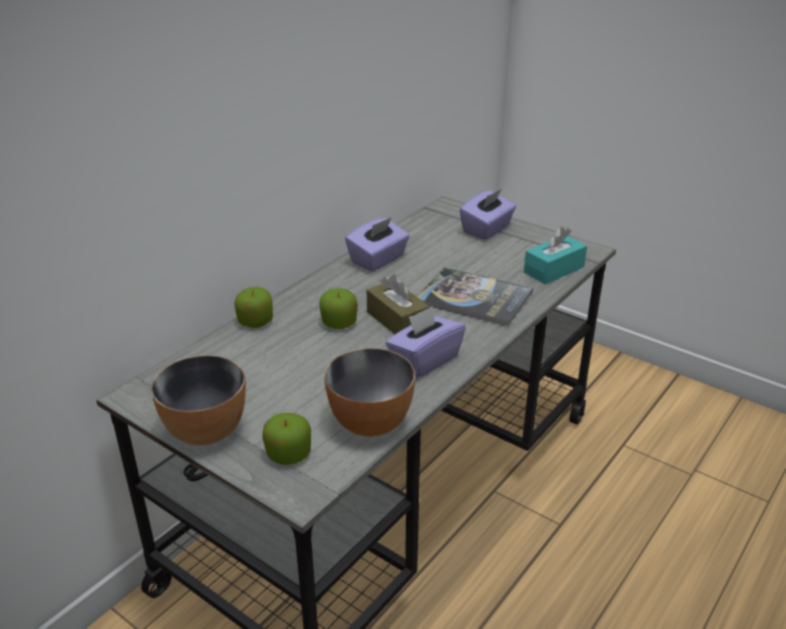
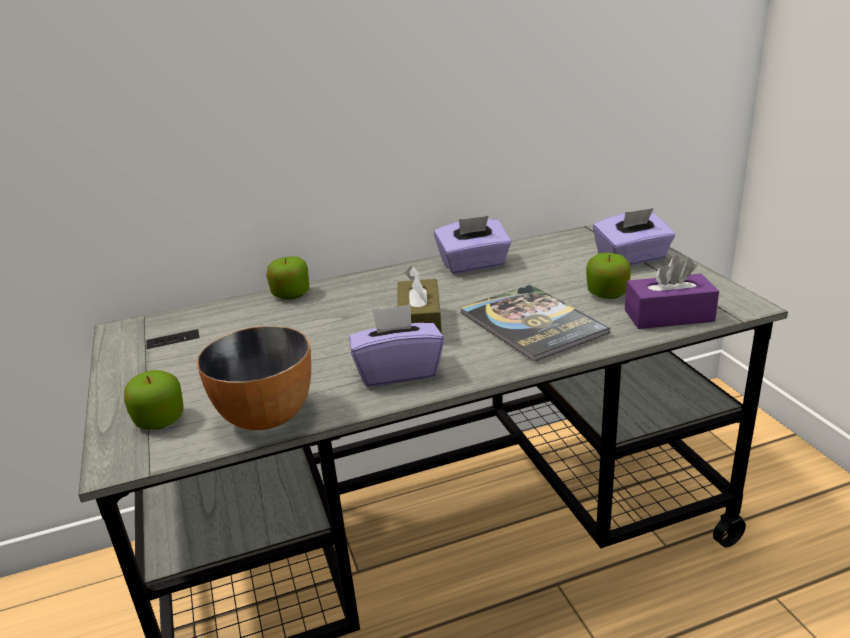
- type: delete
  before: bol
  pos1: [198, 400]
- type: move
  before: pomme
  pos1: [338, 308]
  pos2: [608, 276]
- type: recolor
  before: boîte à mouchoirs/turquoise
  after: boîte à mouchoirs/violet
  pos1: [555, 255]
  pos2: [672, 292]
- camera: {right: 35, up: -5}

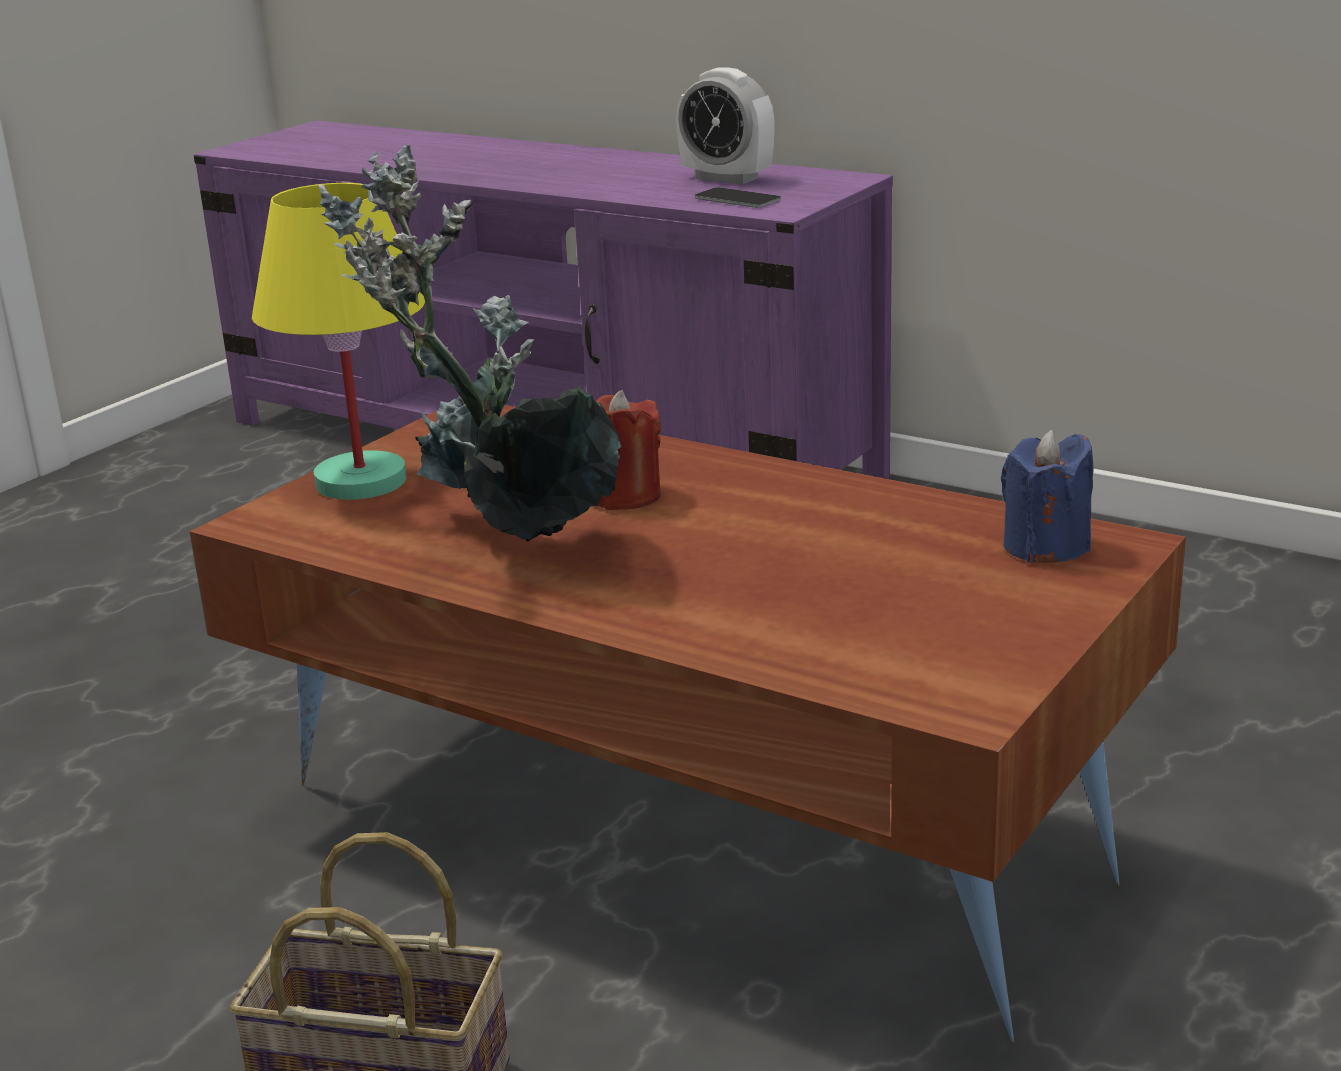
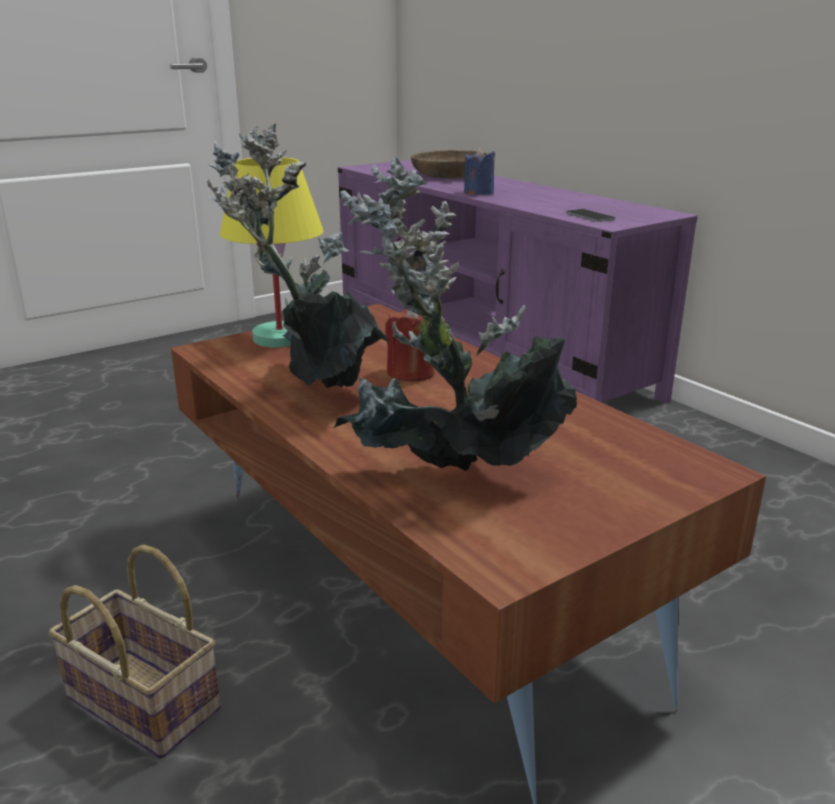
- type: delete
  before: réveil
  pos1: [725, 125]
- type: insert
  after: plante en pot
  pos2: [455, 314]
- type: insert
  after: bol/marron
  pos2: [449, 164]
- type: move
  before: bougie/bleu
  pos1: [1047, 496]
  pos2: [479, 171]
- camera: {right: 20, up: 0}

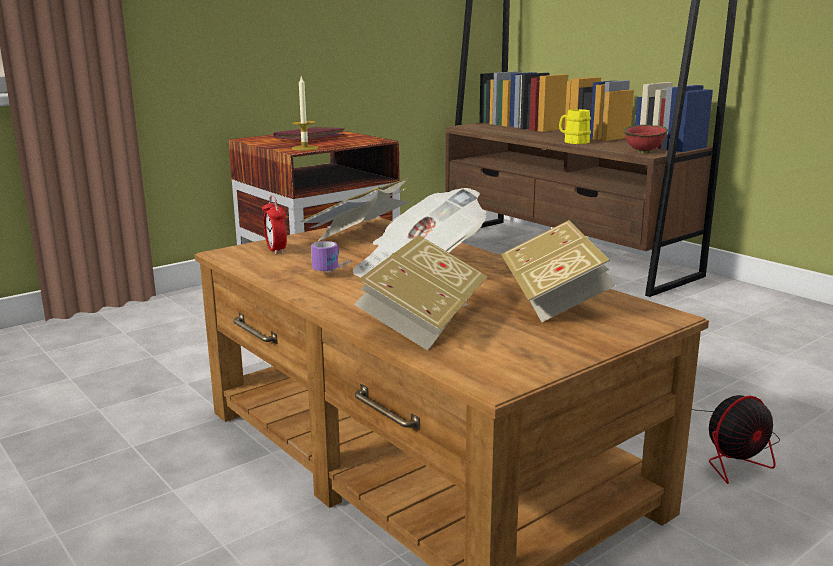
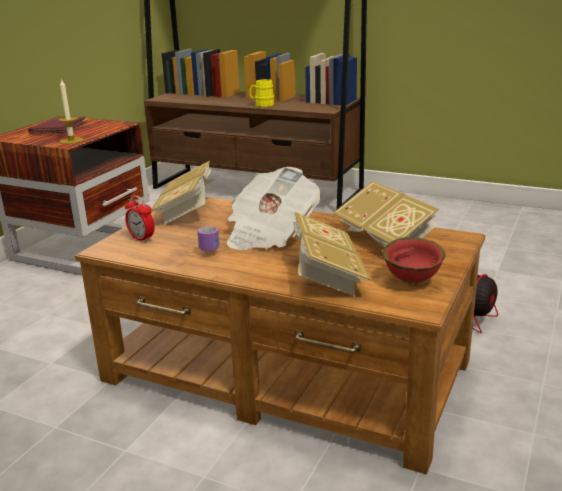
- type: move
  before: bol/rouge
  pos1: [646, 139]
  pos2: [414, 261]
- camera: {right: -25, up: 5}

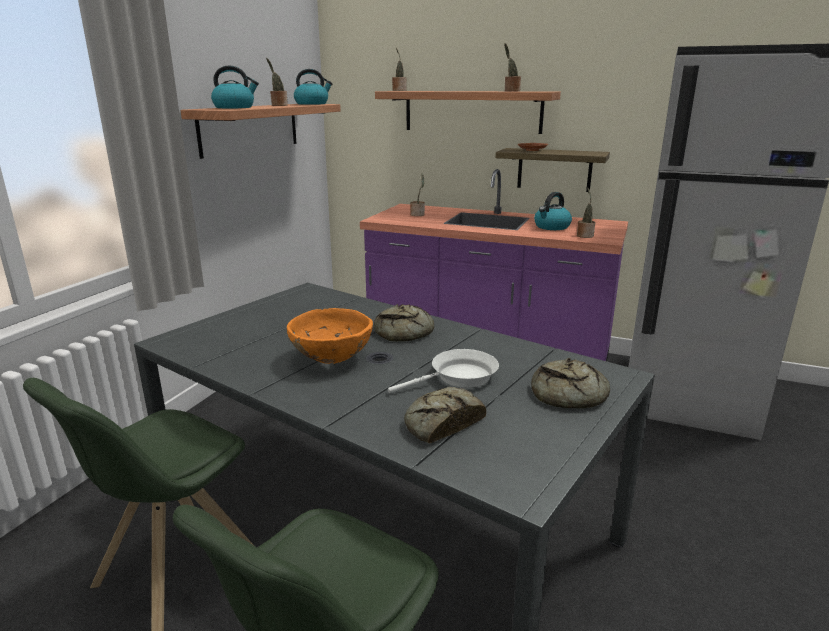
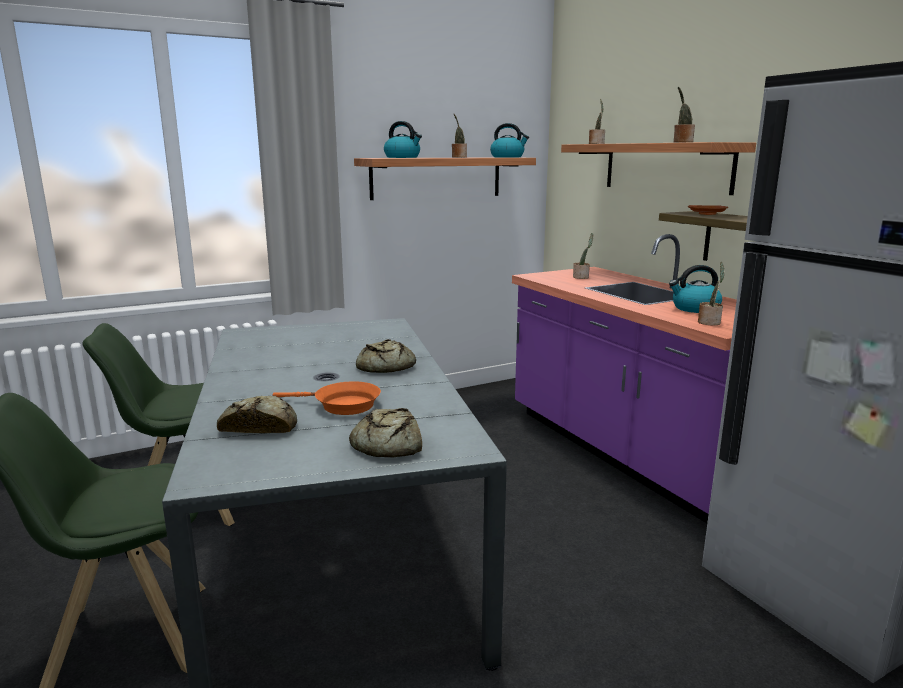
- type: delete
  before: bol/orange
  pos1: [330, 336]
- type: recolor
  before: poêle/blanc
  after: poêle/orange
  pos1: [443, 371]
  pos2: [326, 398]
- camera: {right: 40, up: -5}

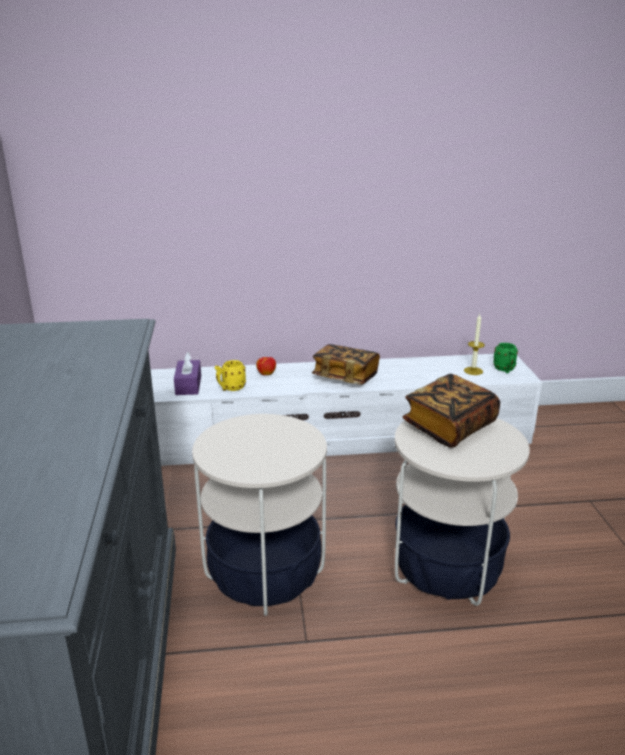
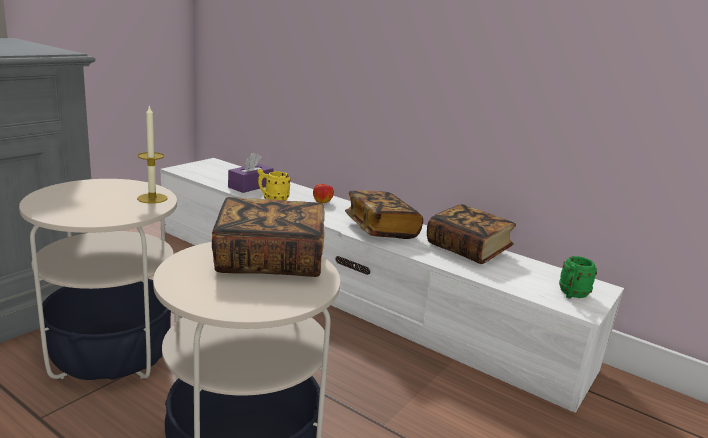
- type: insert
  after: livre
  pos2: [471, 234]
- type: move
  before: bougie
  pos1: [474, 344]
  pos2: [152, 154]
- camera: {right: 40, up: -5}

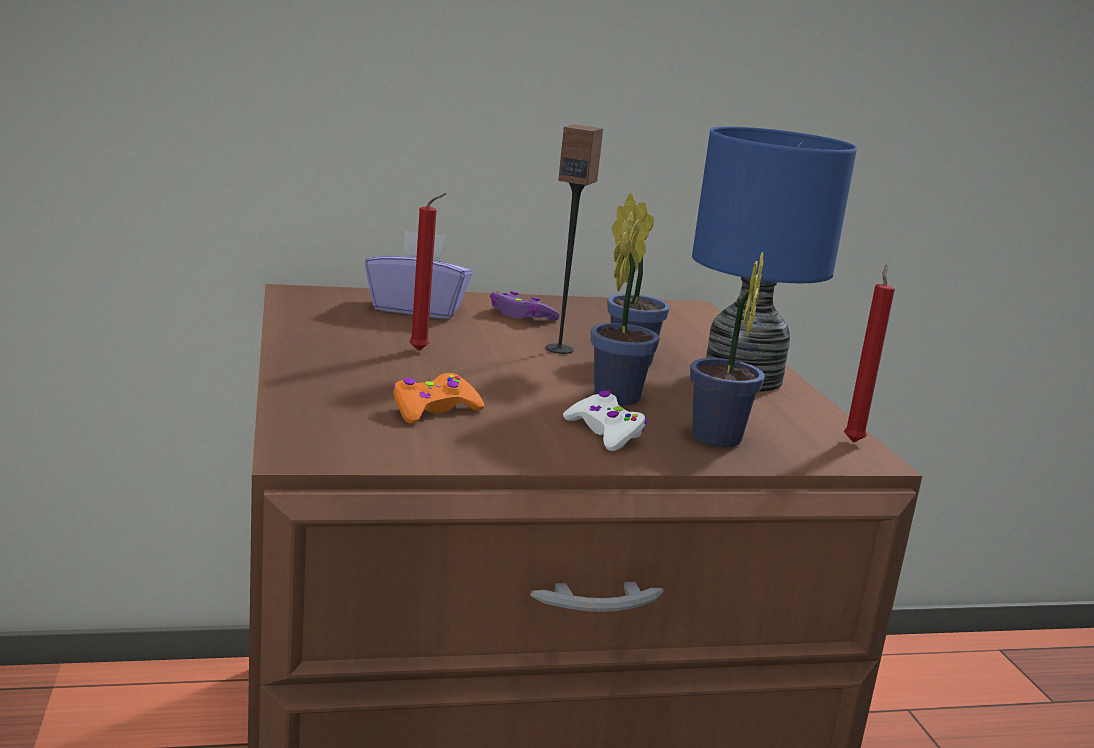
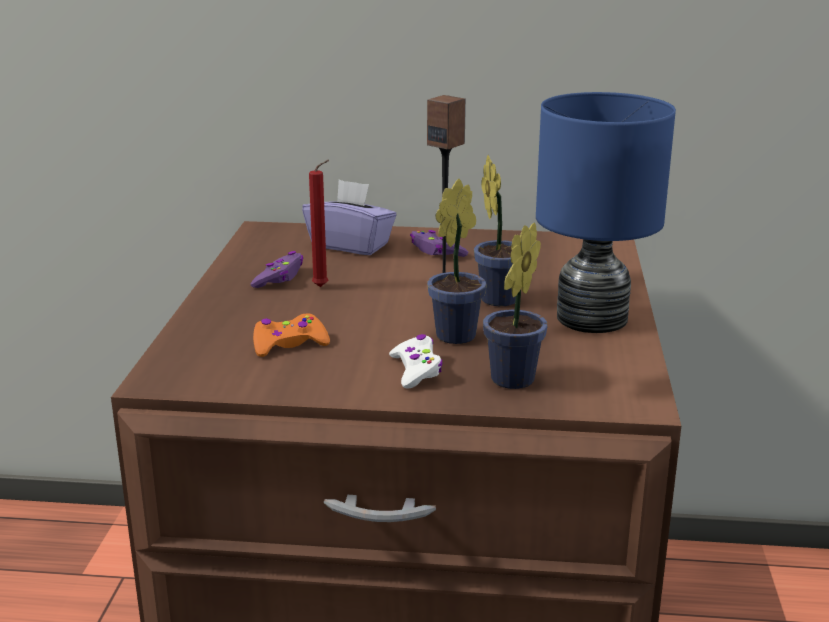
- type: delete
  before: bougie/rouge
  pos1: [869, 353]
- type: insert
  after: manette/violet
  pos2: [277, 269]
- camera: {right: 20, up: 5}

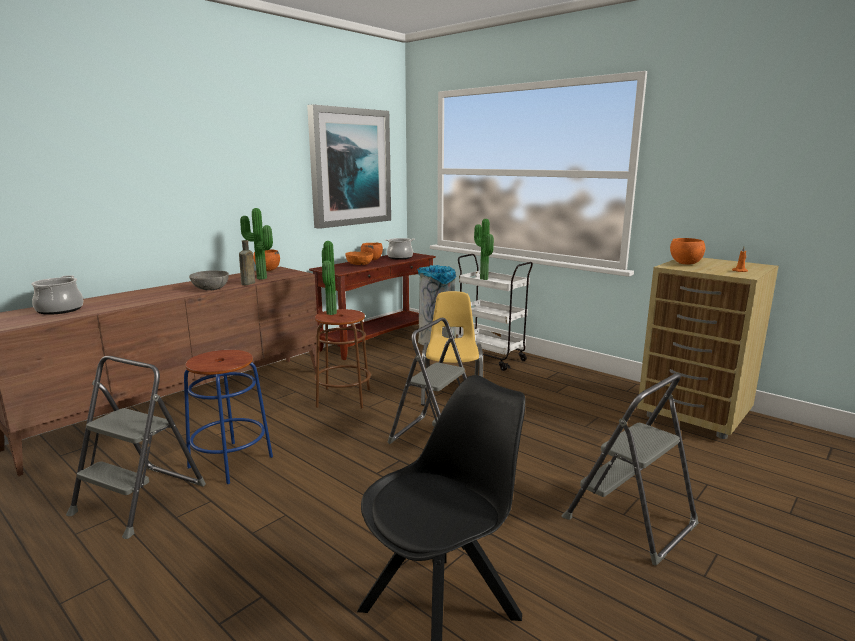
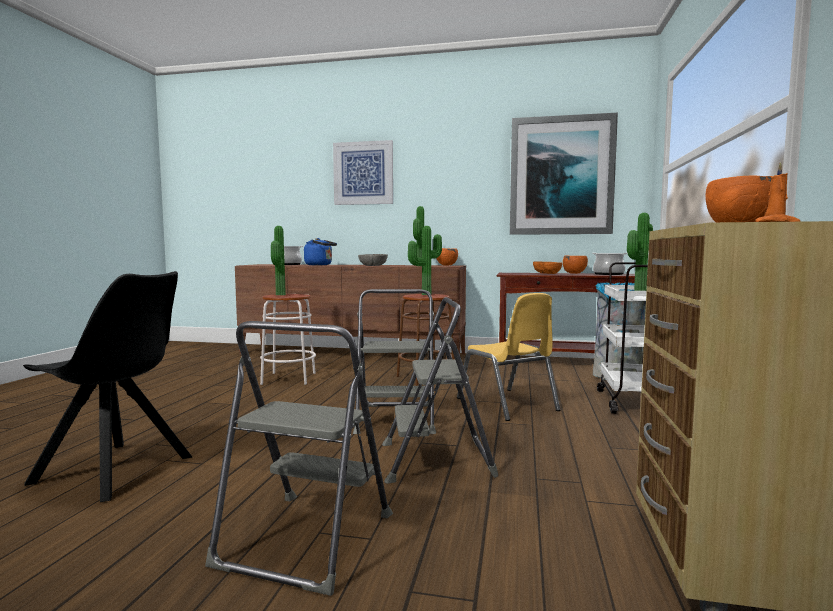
- type: delete
  before: bouteille/marron
  pos1: [247, 262]
- type: insert
  after: plante en pot
  pos2: [278, 260]
- type: insert
  after: bouilloire/bleu
  pos2: [320, 251]
- type: insert
  after: tableau
  pos2: [363, 172]
- type: move
  before: escabeau/gris
  pos1: [136, 447]
  pos2: [440, 390]
- type: recolor
  before: tabouret/bleu
  after: tabouret/blanc
  pos1: [228, 417]
  pos2: [288, 339]
- type: rotate
  before: chaise/jaune
  pos1: [452, 348]
  pos2: [509, 357]
  turn: 90
- camera: {right: 60, up: -10}

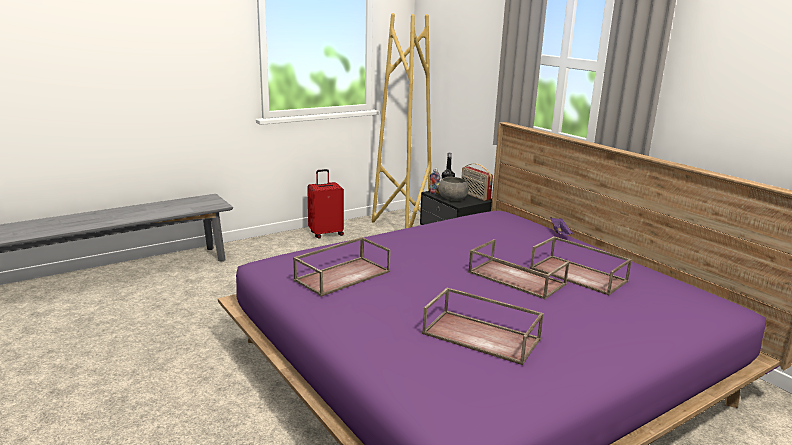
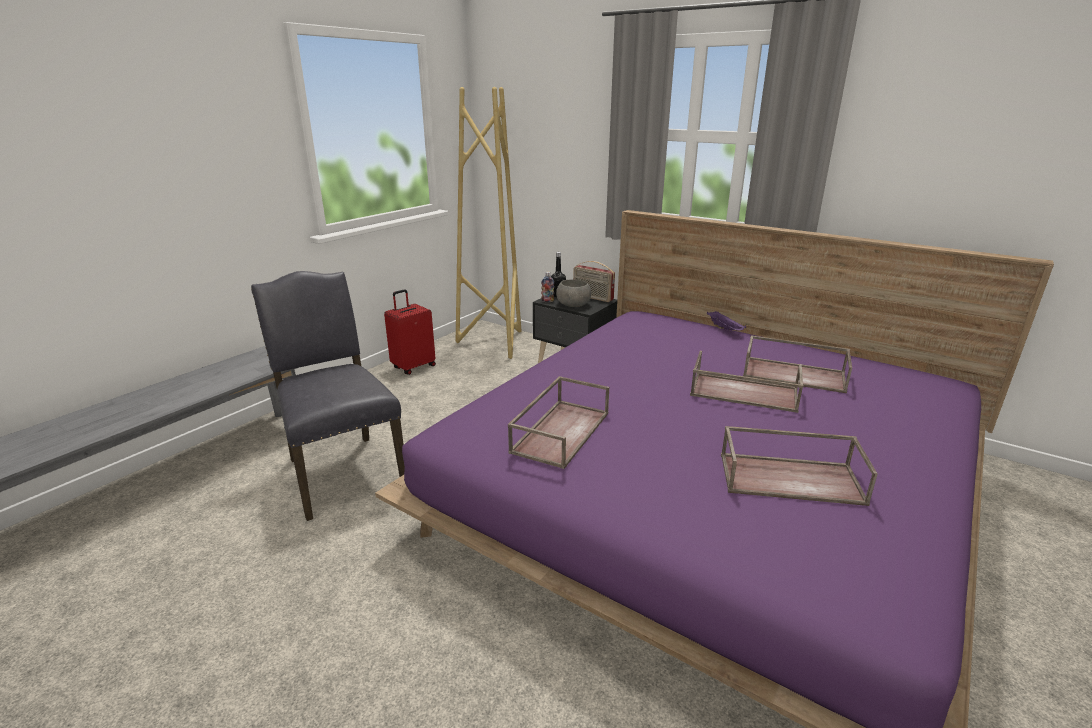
- type: insert
  after: chaise/gris
  pos2: [328, 396]
- camera: {right: -20, up: 5}

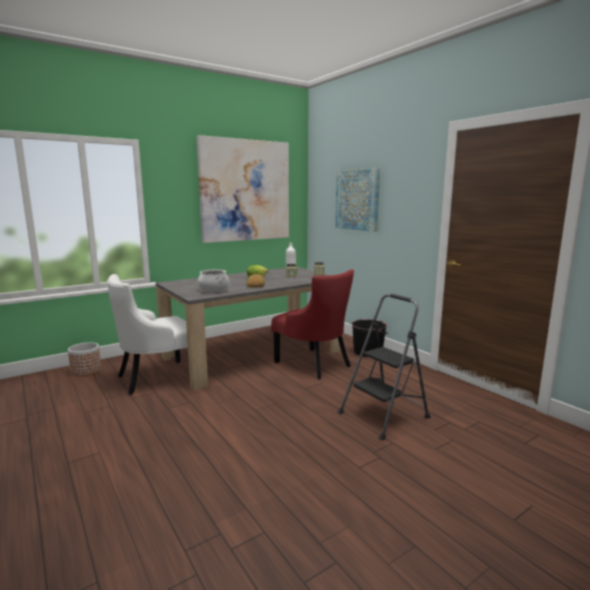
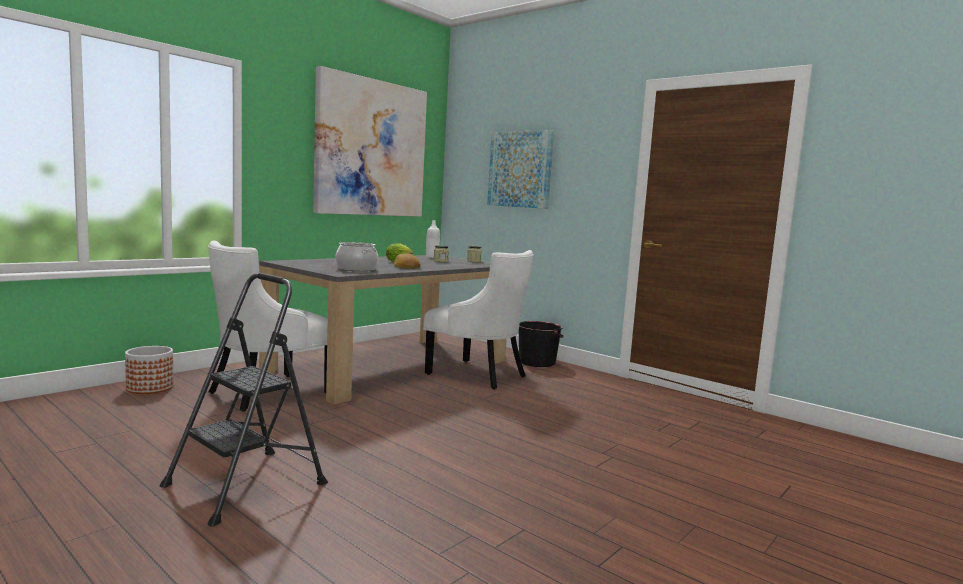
- type: move
  before: escabeau/noir
  pos1: [384, 367]
  pos2: [243, 400]
- type: recolor
  before: chaise/rouge
  after: chaise/blanc
  pos1: [312, 324]
  pos2: [478, 320]
- camera: {right: -15, up: -5}

